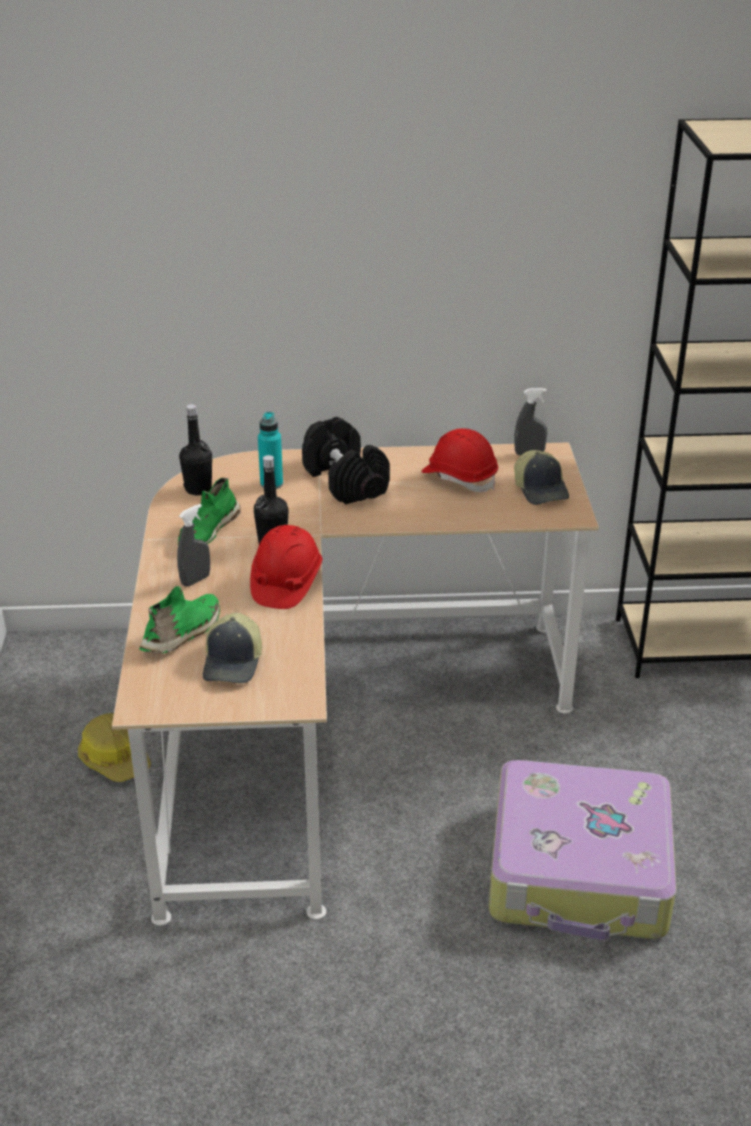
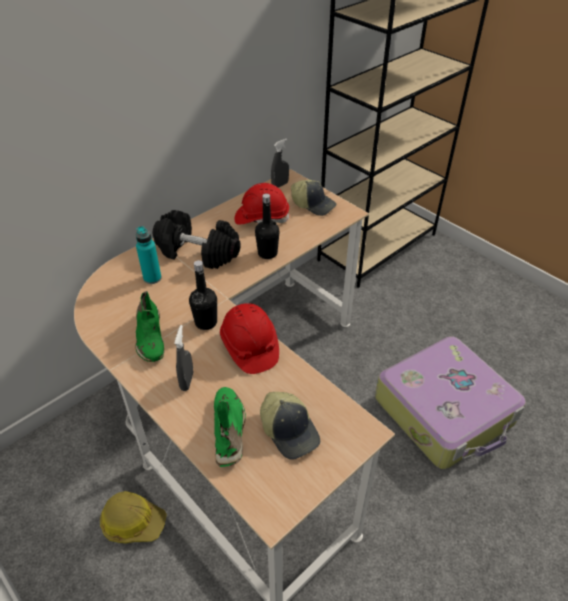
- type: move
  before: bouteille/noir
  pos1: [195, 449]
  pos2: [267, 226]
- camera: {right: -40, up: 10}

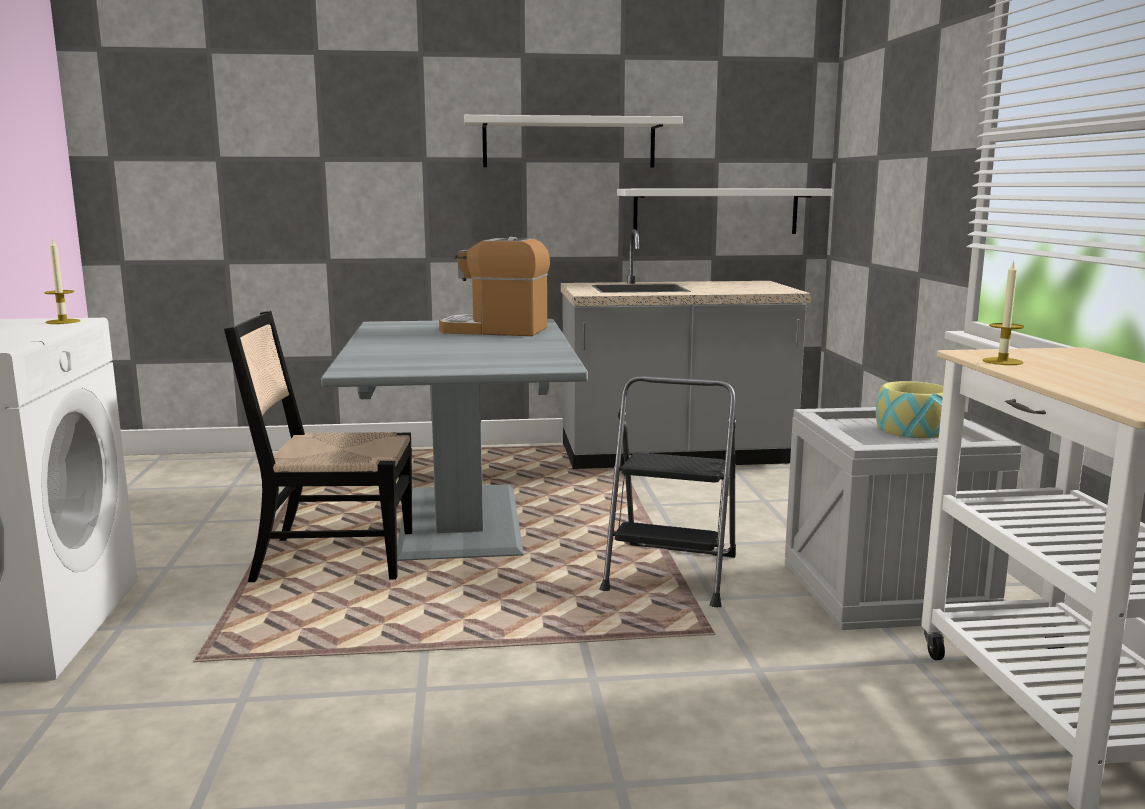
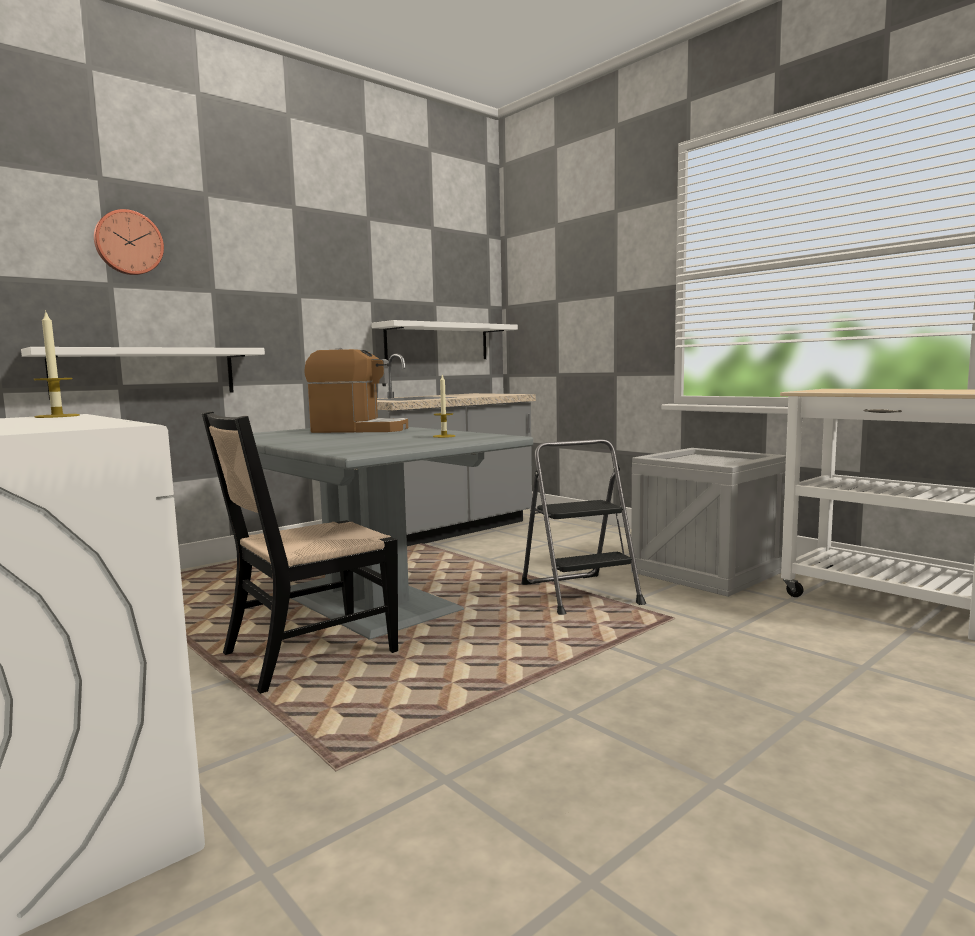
- type: delete
  before: bol
  pos1: [910, 409]
- type: insert
  after: horloge murale
  pos2: [129, 242]
- type: move
  before: étagère/blanc
  pos1: [573, 141]
  pos2: [143, 373]
- type: move
  before: bougie
  pos1: [1003, 312]
  pos2: [444, 406]
- type: rotate
  before: machine à café
  pos1: [494, 286]
  pos2: [356, 390]
  turn: -150
- camera: {right: -35, up: -5}

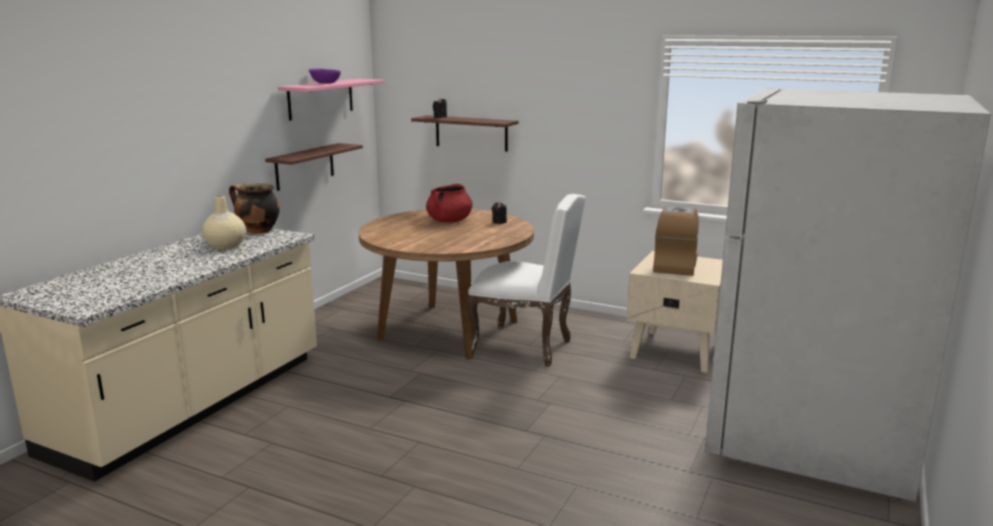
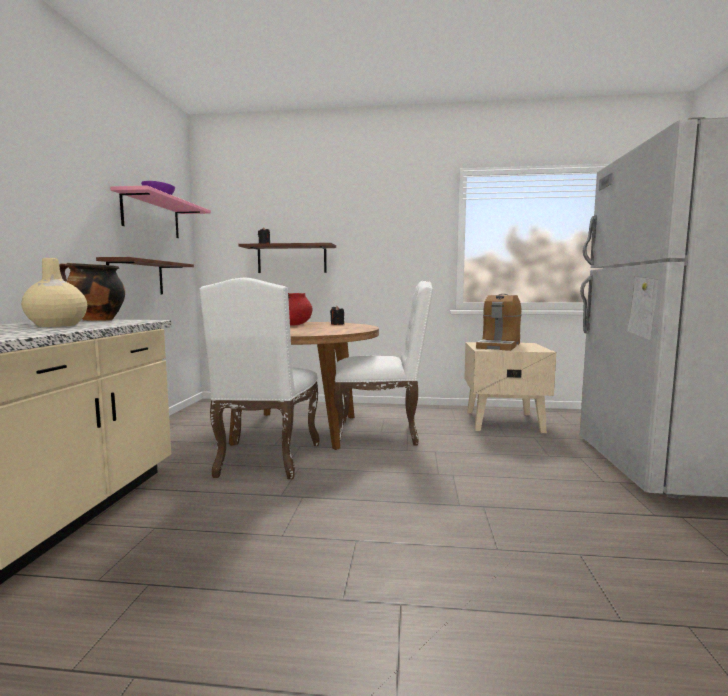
- type: insert
  after: chaise/blanc
  pos2: [259, 378]
- type: rotate
  before: machine à café
  pos1: [676, 240]
  pos2: [499, 322]
  turn: -150
- camera: {right: -20, up: -10}

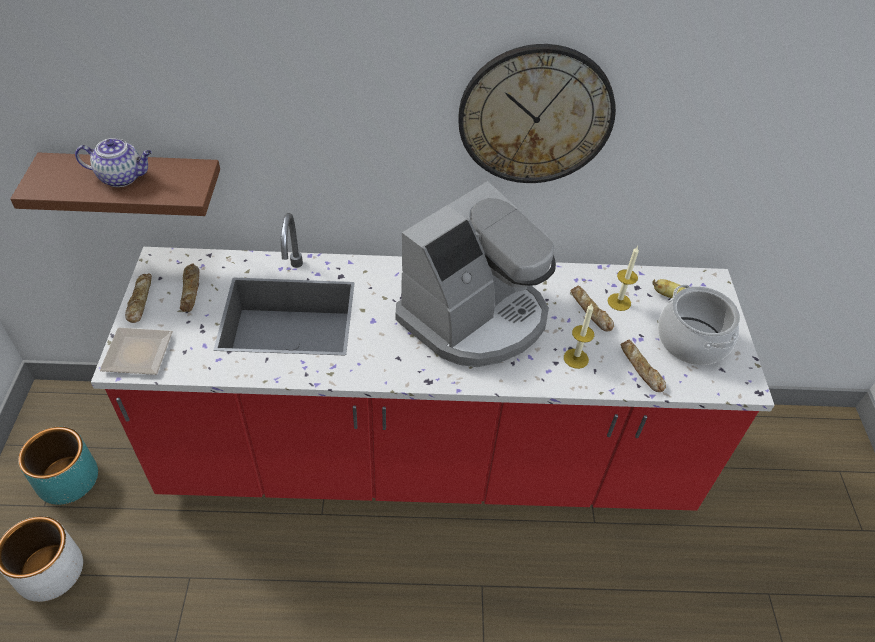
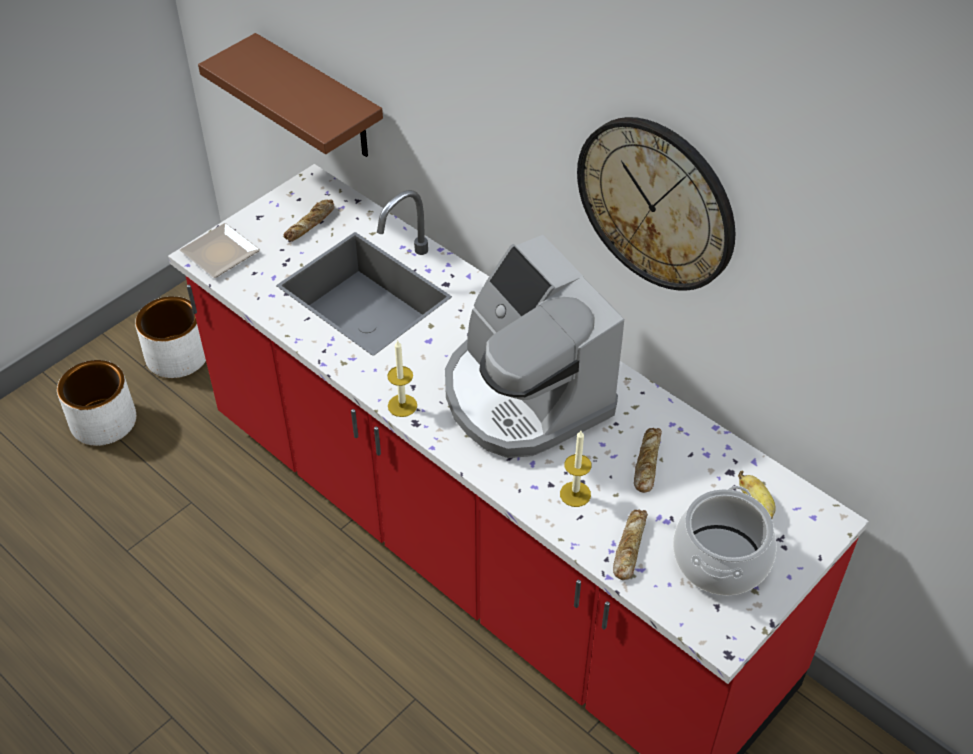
- type: delete
  before: théière
  pos1: [113, 162]
- type: delete
  before: pain
  pos1: [138, 298]
- type: move
  before: bougie
  pos1: [623, 278]
  pos2: [402, 378]
- type: recolor
  before: cache-pot/turquoise
  after: cache-pot/blanc
  pos1: [58, 466]
  pos2: [170, 337]
- type: rotate
  before: machine à café
  pos1: [476, 274]
  pos2: [534, 346]
  turn: 60
- camera: {right: 45, up: 0}

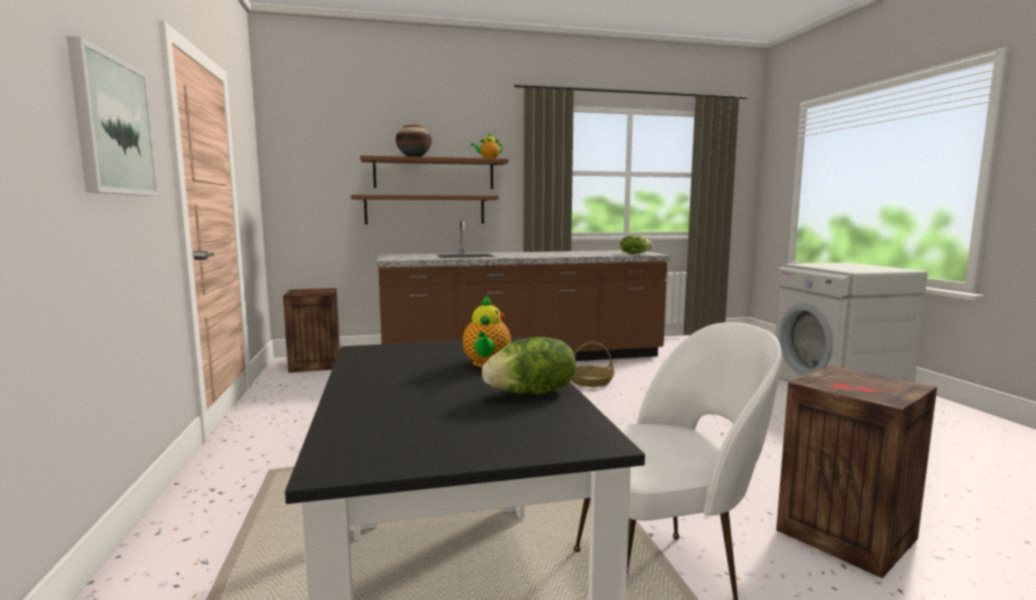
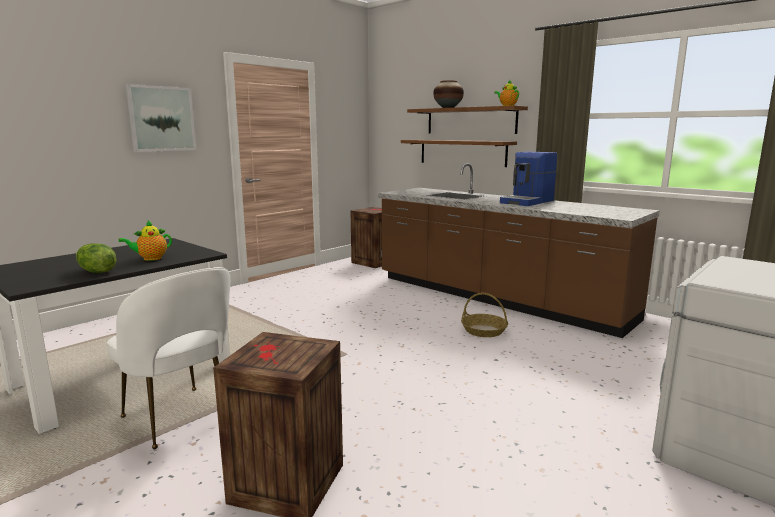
- type: delete
  before: laitue
  pos1: [636, 244]
- type: insert
  after: machine à café
  pos2: [528, 179]
- camera: {right: 55, up: 5}

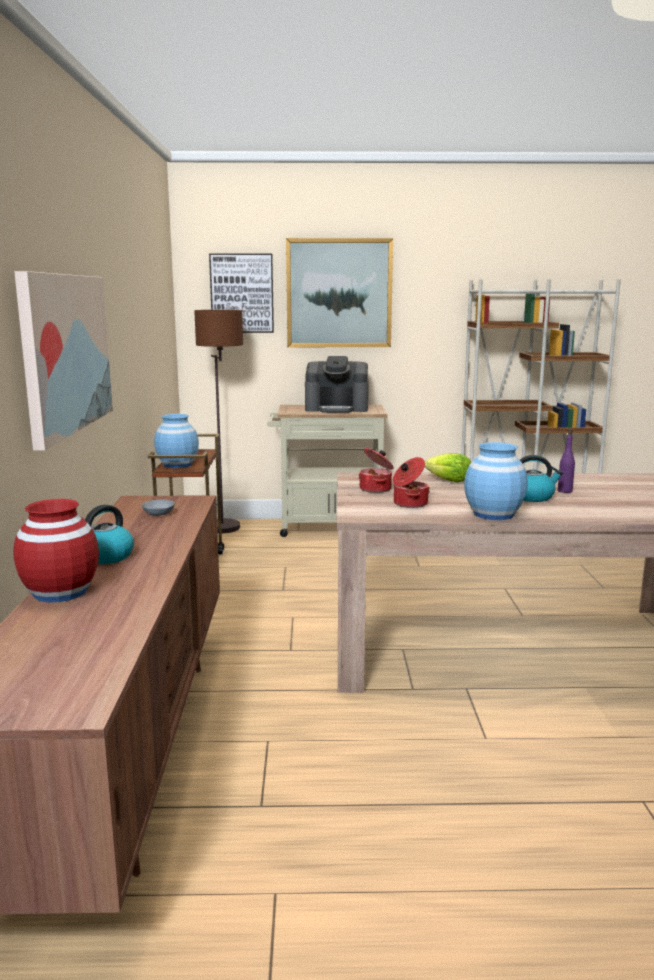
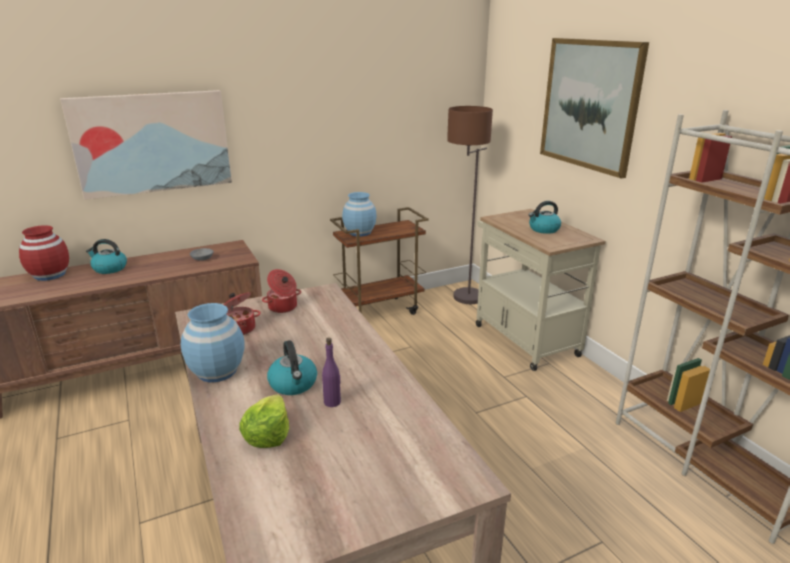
- type: delete
  before: tableau
  pos1: [241, 293]
- type: move
  before: laitue
  pos1: [448, 468]
  pos2: [264, 421]
- type: replace
  before: machine à café
  after: bouilloire
  pos1: [337, 384]
  pos2: [544, 217]
- camera: {right: 65, up: 10}

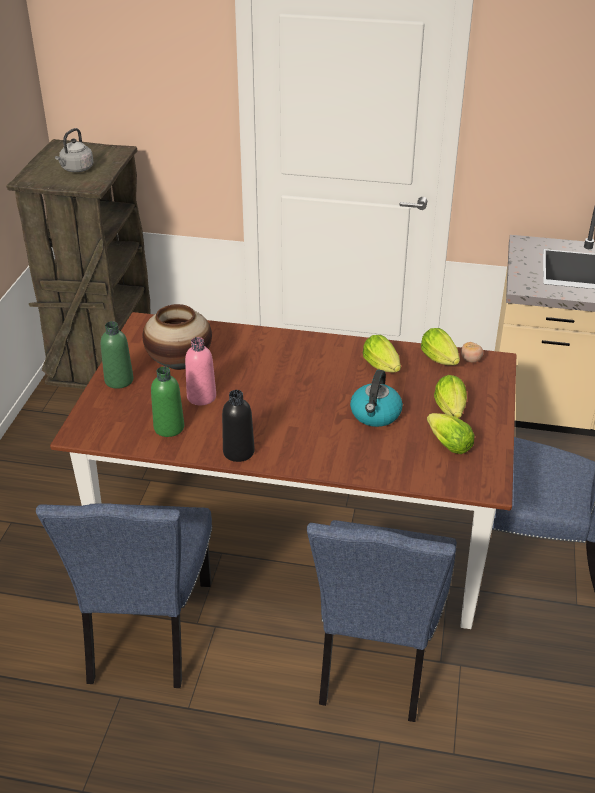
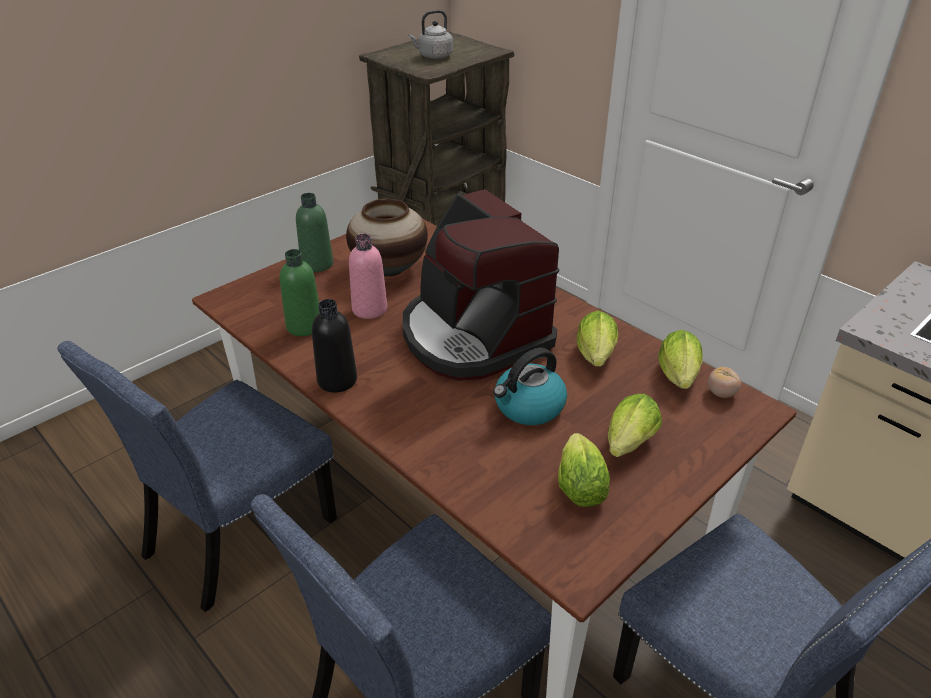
- type: insert
  after: machine à café
  pos2: [481, 285]
- camera: {right: 35, up: 0}

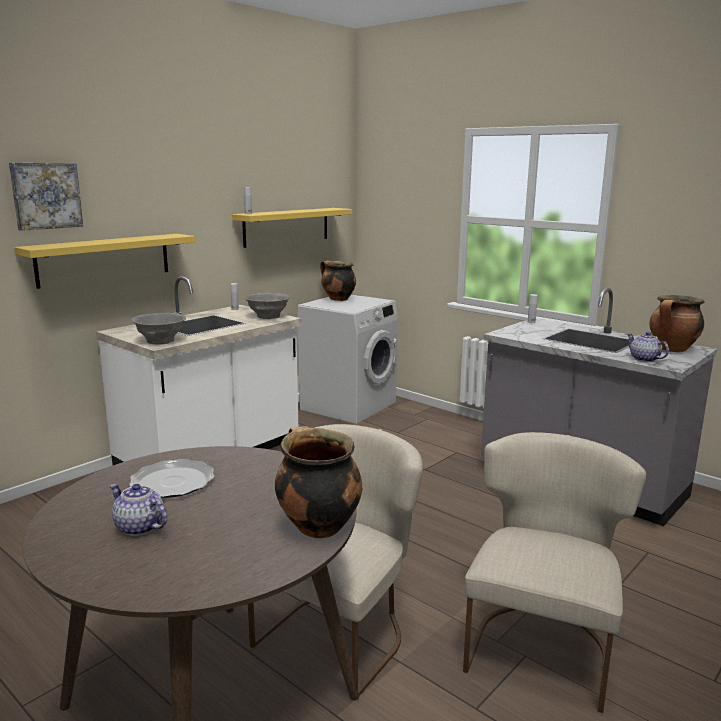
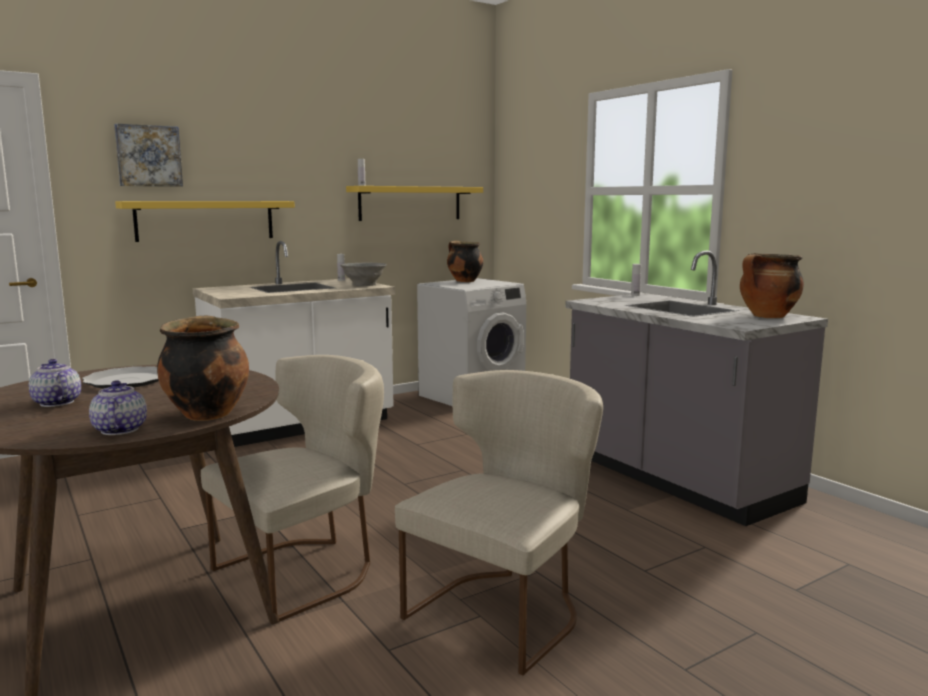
- type: delete
  before: bol/gris
  pos1: [158, 329]
- type: move
  before: théière
  pos1: [648, 347]
  pos2: [118, 407]
- camera: {right: 15, up: -5}

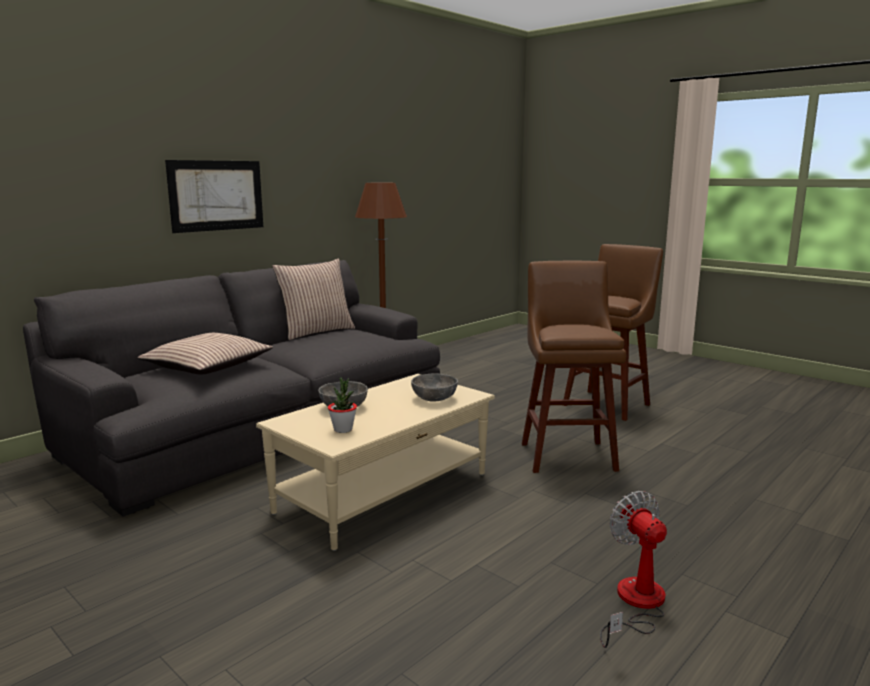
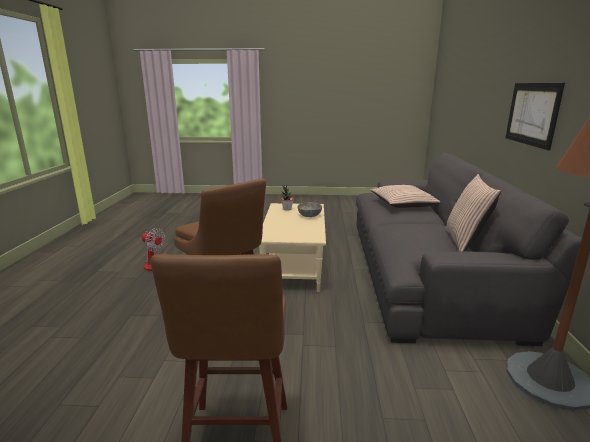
- type: delete
  before: bol/gris
  pos1: [434, 387]
- camera: {right: 140, up: 5}

